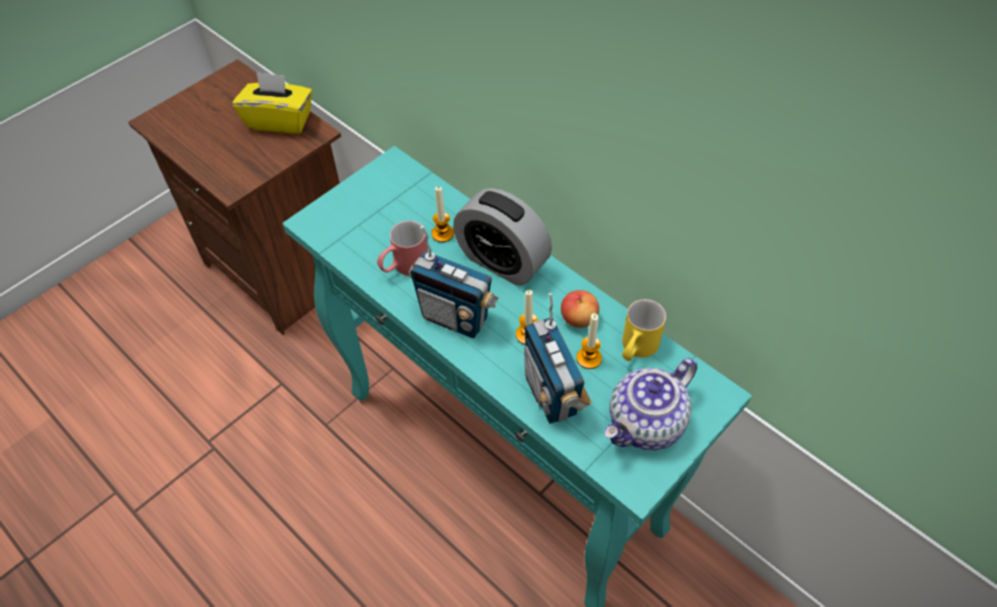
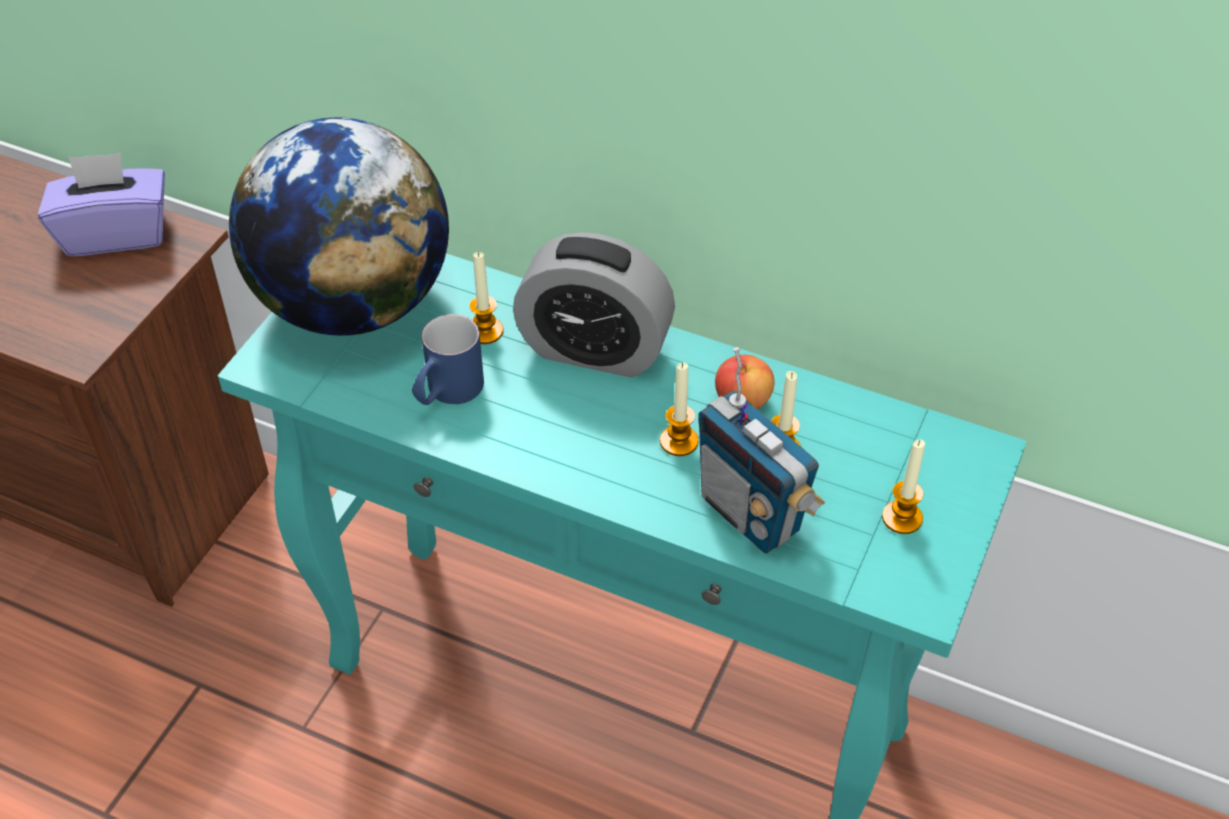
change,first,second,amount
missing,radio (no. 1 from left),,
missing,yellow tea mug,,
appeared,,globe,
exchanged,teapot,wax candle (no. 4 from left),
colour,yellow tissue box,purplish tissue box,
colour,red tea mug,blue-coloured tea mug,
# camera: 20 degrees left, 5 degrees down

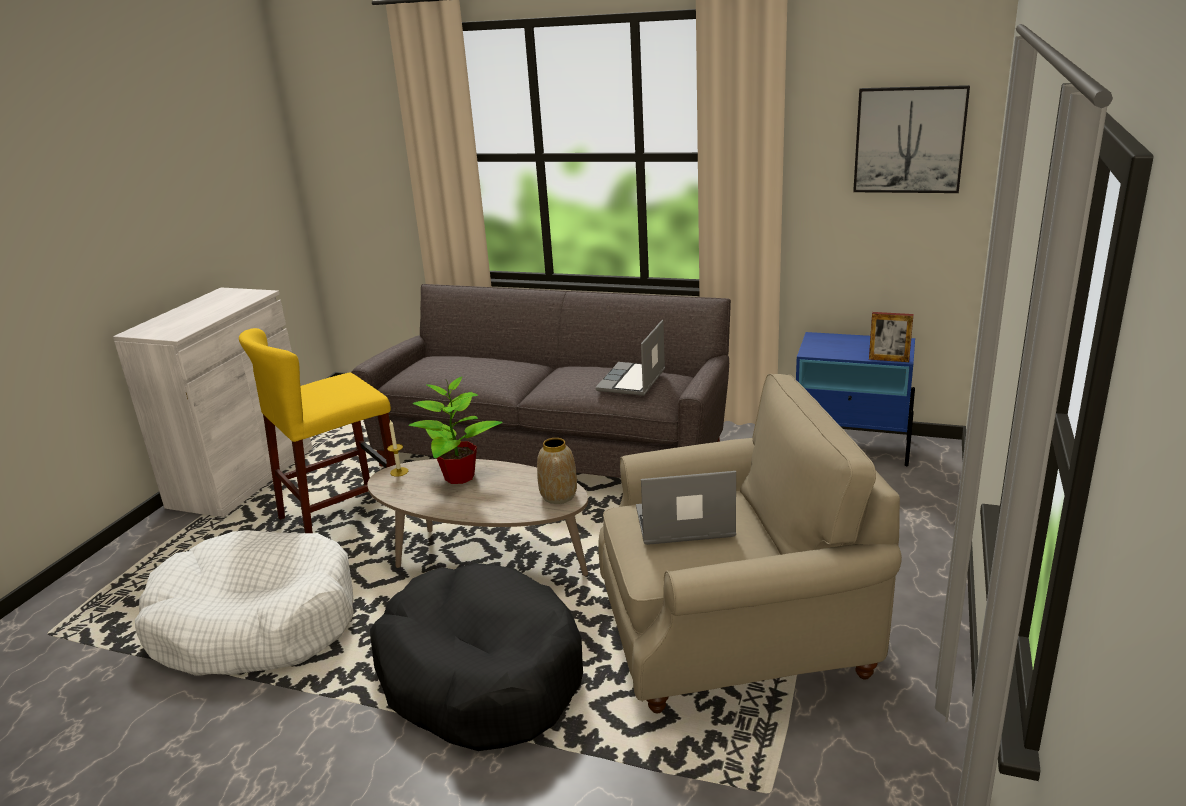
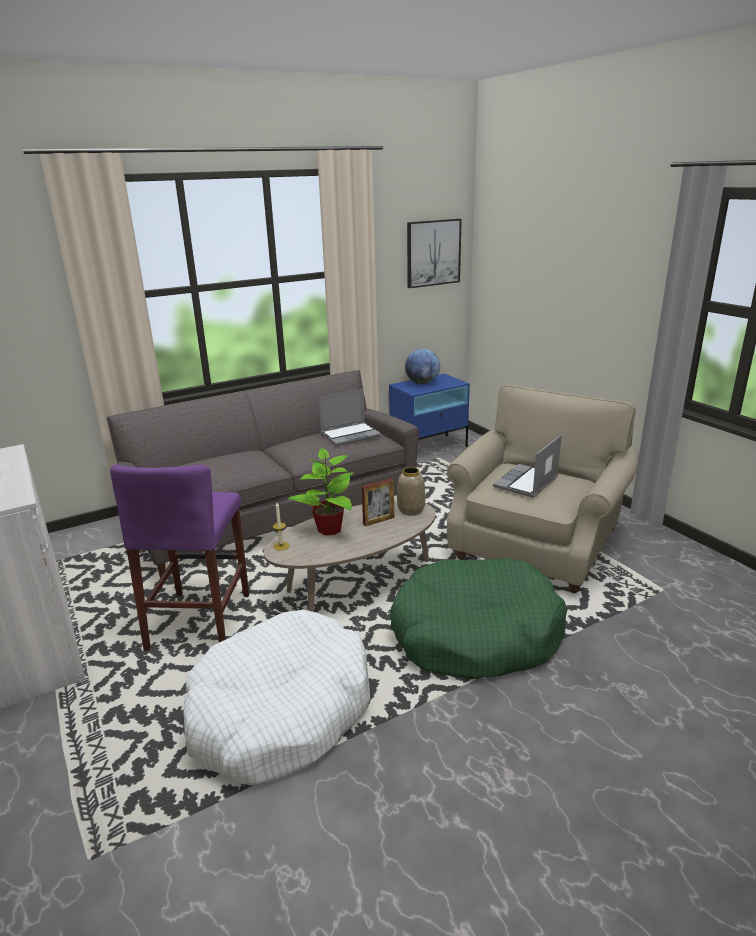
change,first,second,amount
appeared,,globe,
relocated,picture frame,,
colour,yellow sitting stool,purplish sitting stool,
colour,black pet bed,green pet bed,
spun,notebook computer (no. 1 from left),,90 degrees counterclockwise
# camera: 50 degrees left, 0 degrees up

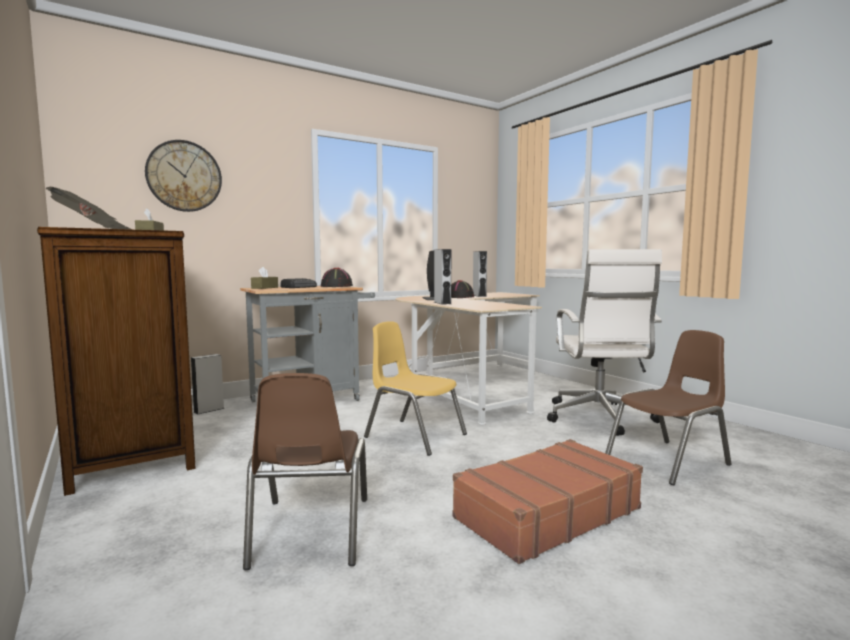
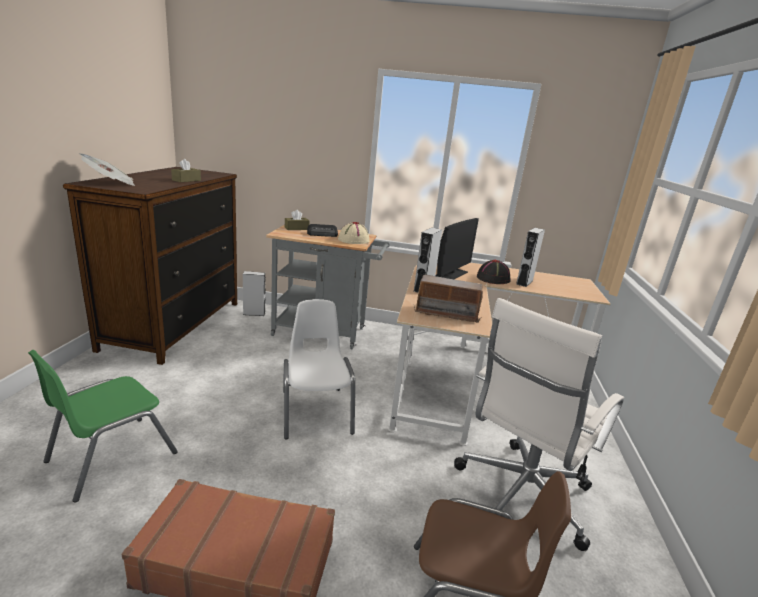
change,first,second,amount
missing,hanging clock,,
appeared,,radio (no. 2 from left),
colour,brown-coloured chair (no. 1 from left),green chair,
colour,black wearable hat (no. 1 from left),beige wearable hat,
colour,yellow chair,white chair,
# camera: 40 degrees right, 15 degrees up

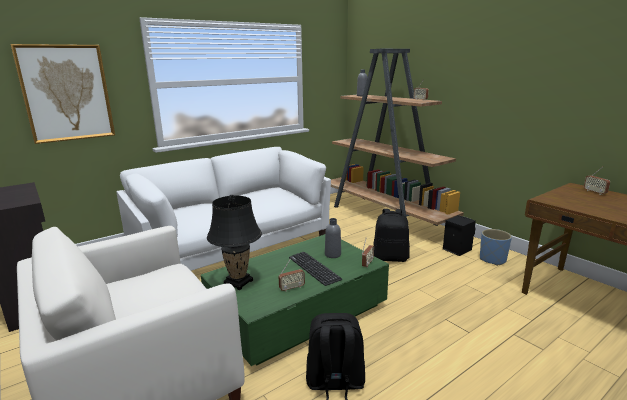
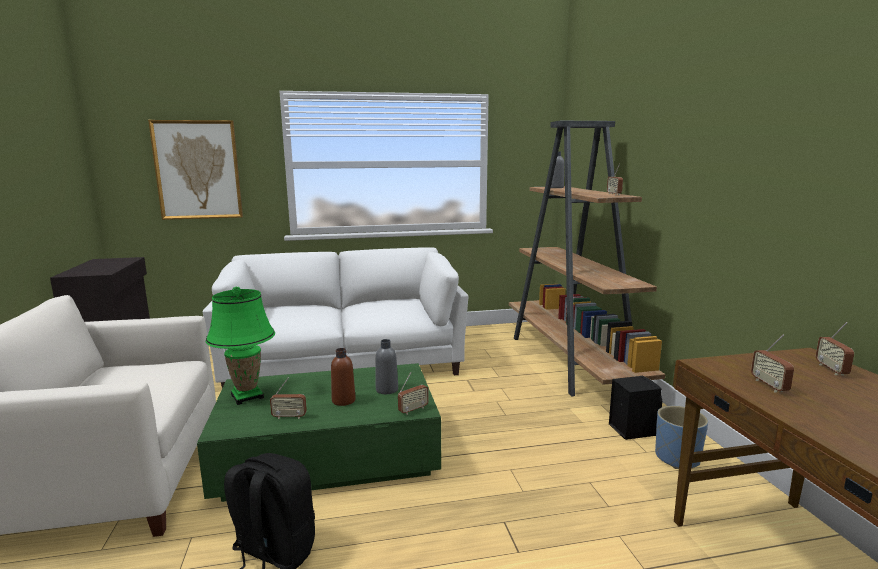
change,first,second,amount
missing,black knapsack (no. 2 from left),,
appeared,,radio (no. 4 from left),
exchanged,PC keyboard,brown-coloured bottle,
colour,black tabletop lamp,green tabletop lamp,
# camera: 25 degrees right, 5 degrees down

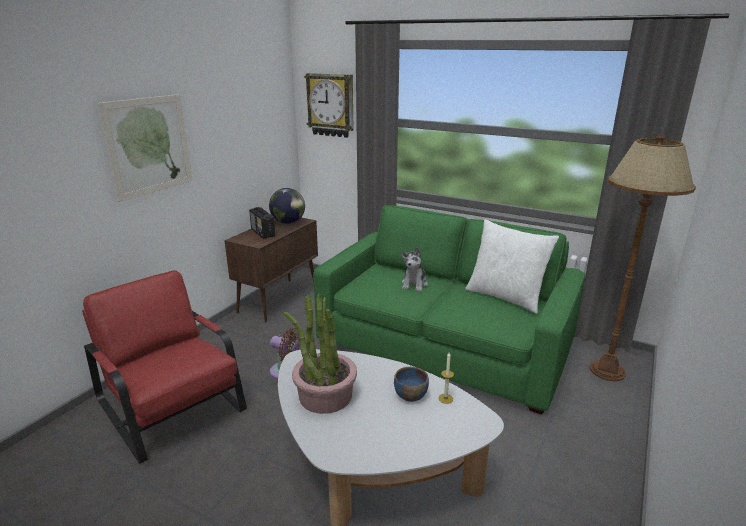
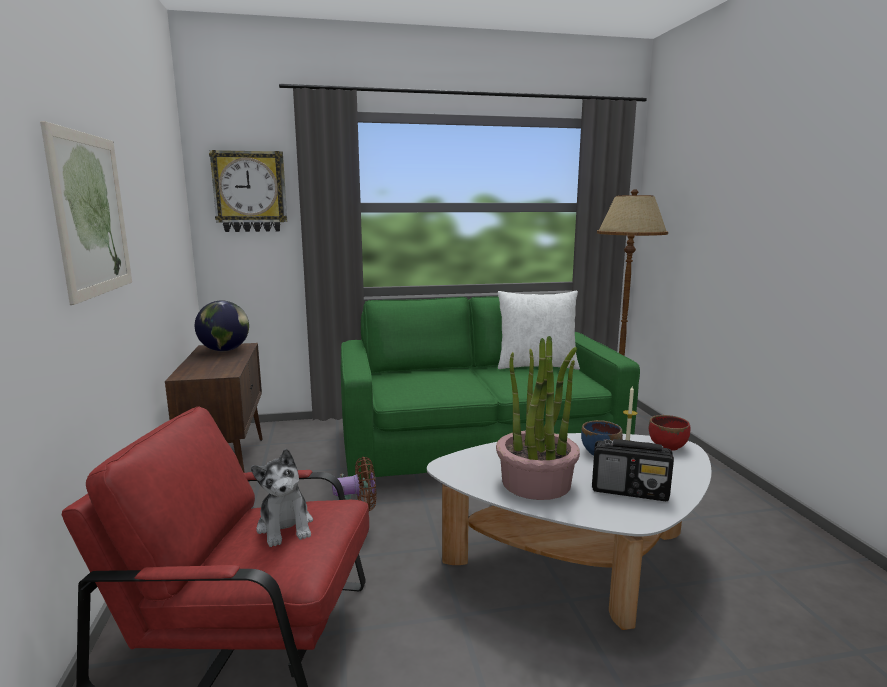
change,first,second,amount
appeared,,red serving bowl,
relocated,radio,,
relocated,plush toy,,
# camera: 40 degrees left, 10 degrees down

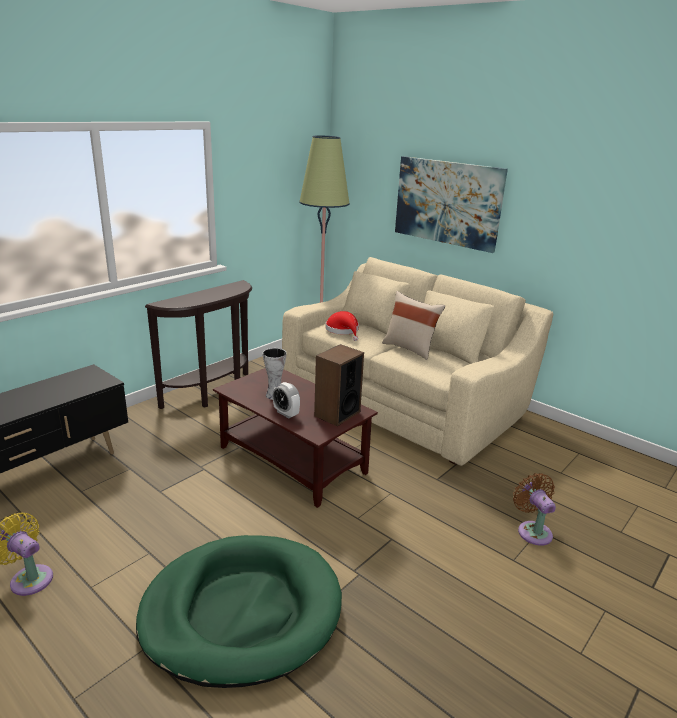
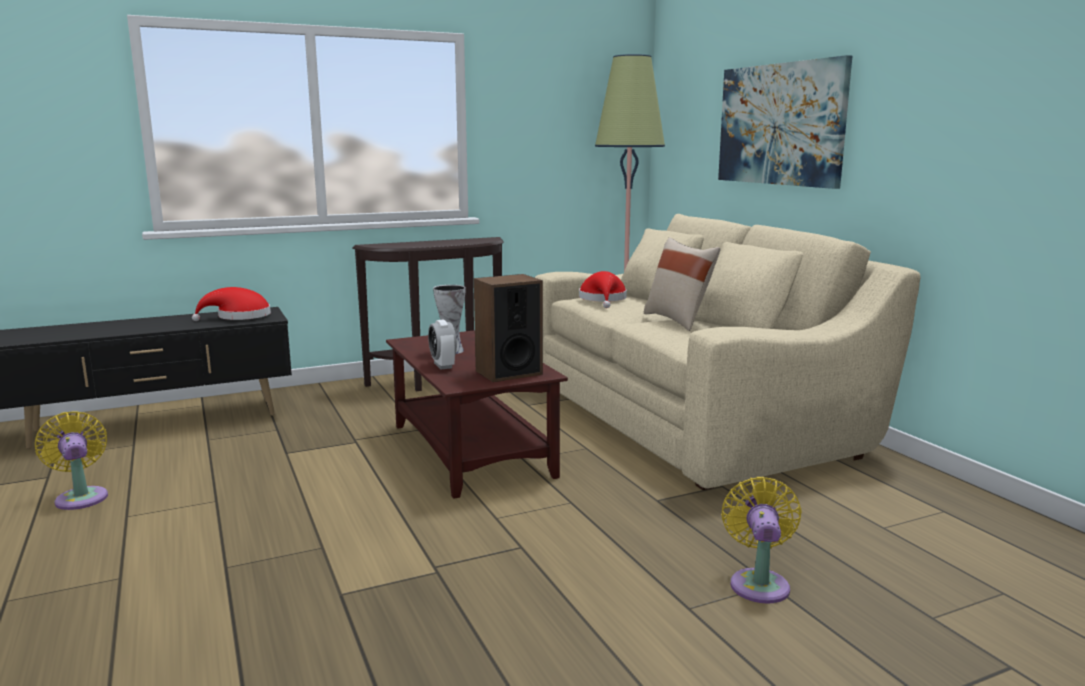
change,first,second,amount
missing,green pet bed,,
appeared,,red wearable hat (no. 1 from left),
colour,brown-coloured electric fan,yellow electric fan (no. 2 from left),
# camera: 25 degrees right, 10 degrees down

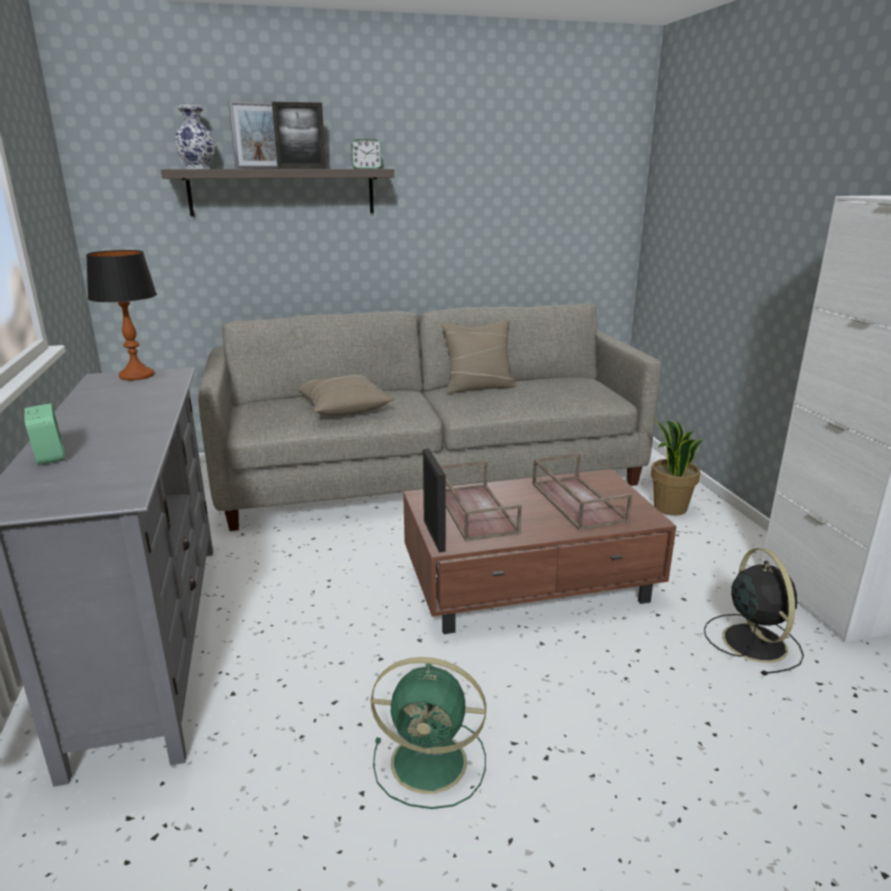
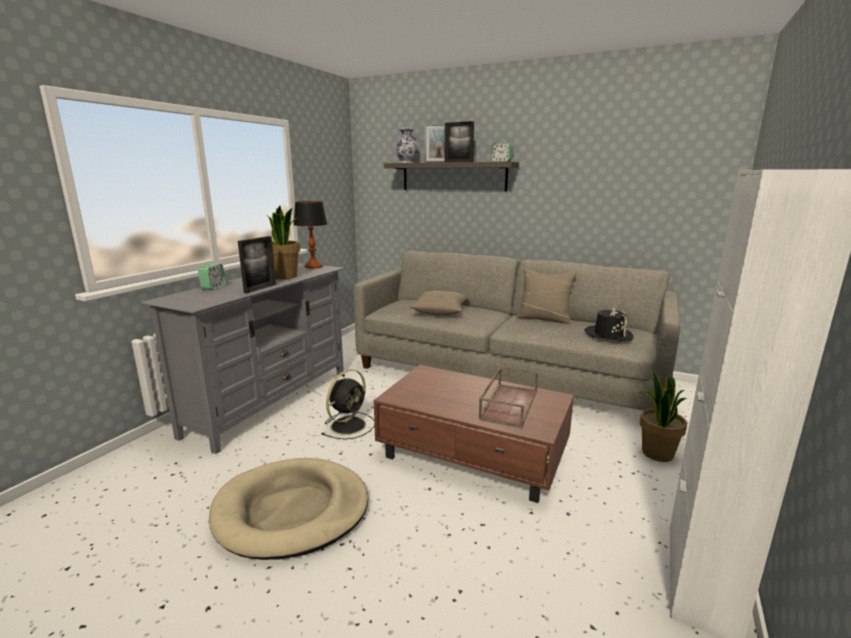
change,first,second,amount
missing,brown-coloured carrying tray (no. 1 from left),,
appeared,,plant in a pot (no. 1 from left),
appeared,,black wearable hat,
relocated,picture frame (no. 3 from left in the first image),picture frame (no. 1 from left),
relocated,black electric fan,,
exchanged,green electric fan,beige pet bed,
# camera: 40 degrees right, 5 degrees down

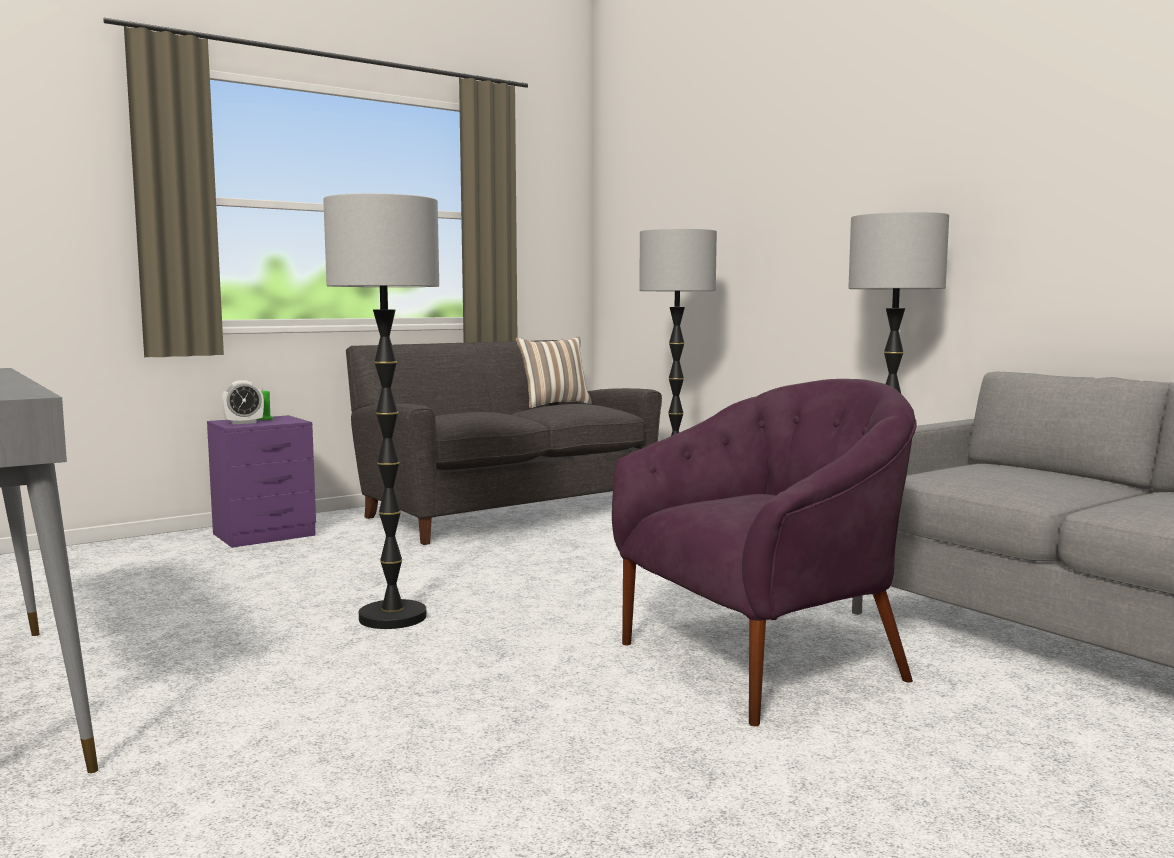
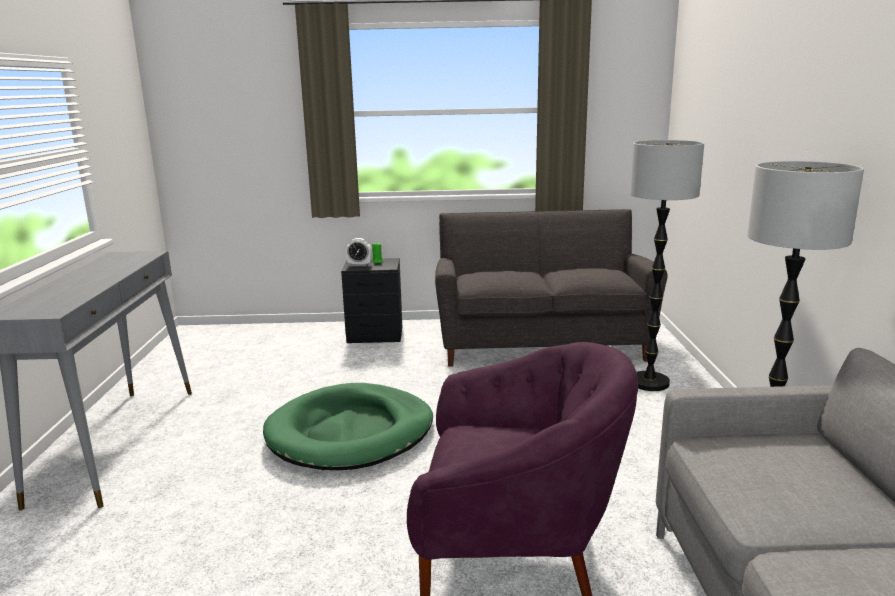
change,first,second,amount
missing,pillow,,
exchanged,standing lamp (no. 1 from left),green pet bed,
colour,purplish night table,black night table,
# camera: 35 degrees right, 10 degrees up

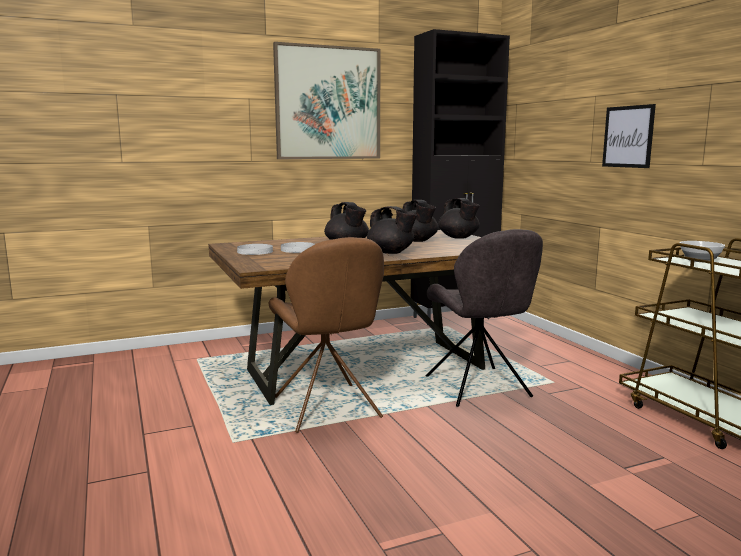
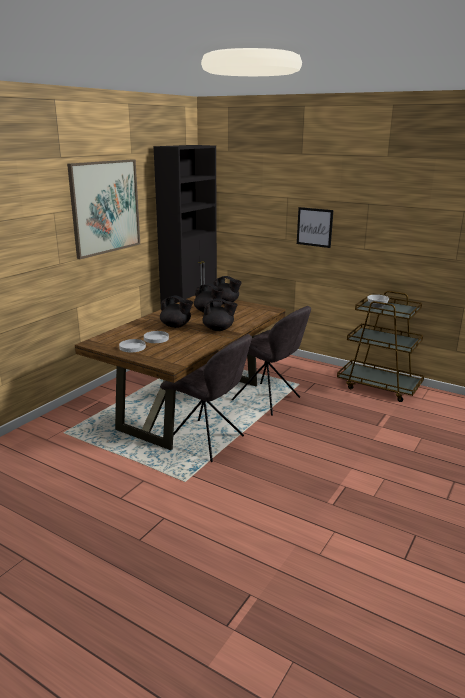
change,first,second,amount
colour,brown-coloured chair,grey chair (no. 1 from left),
# camera: 35 degrees left, 10 degrees up

